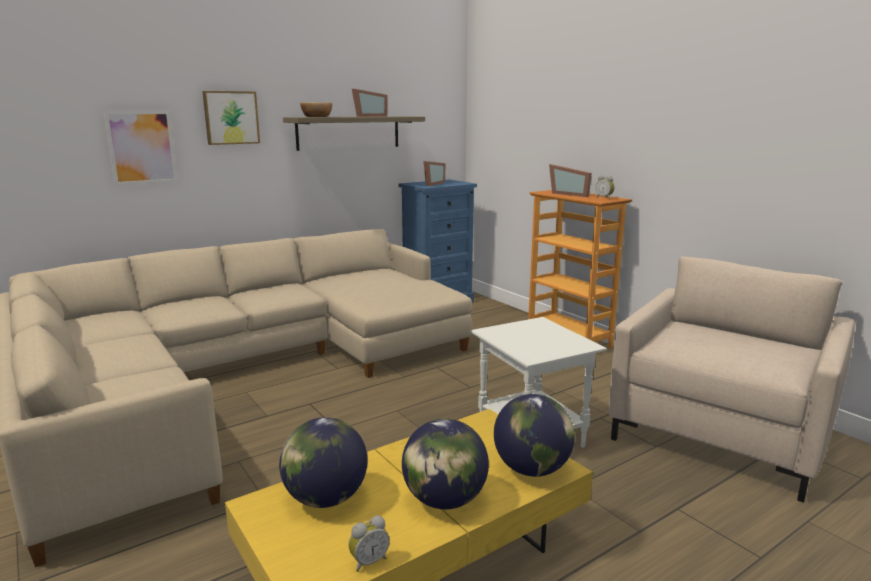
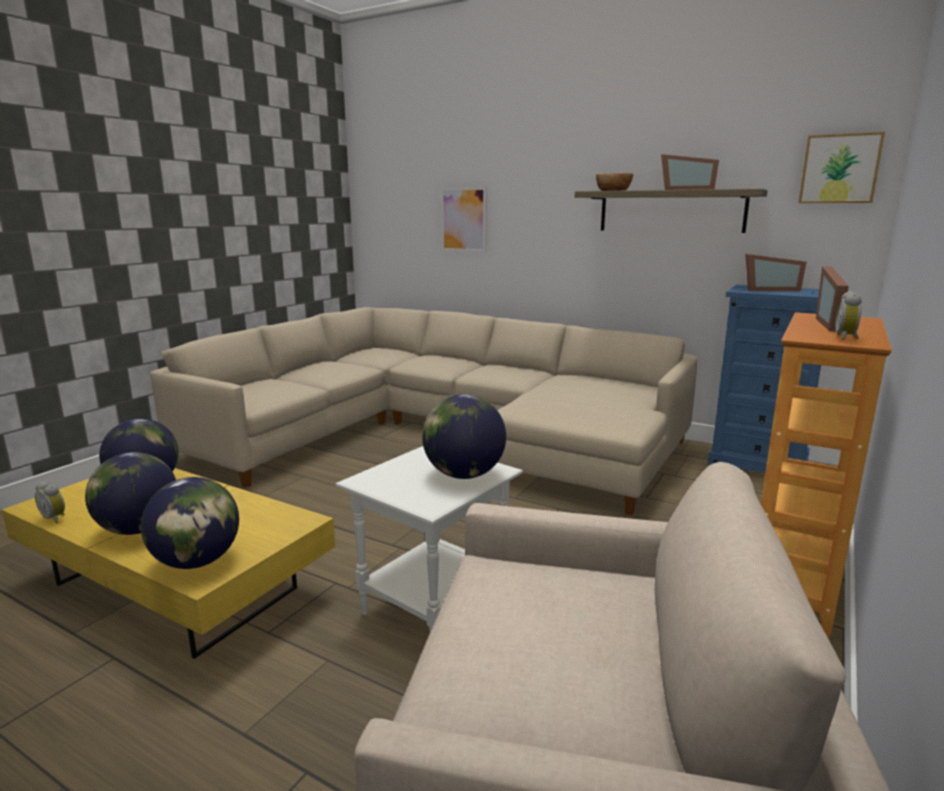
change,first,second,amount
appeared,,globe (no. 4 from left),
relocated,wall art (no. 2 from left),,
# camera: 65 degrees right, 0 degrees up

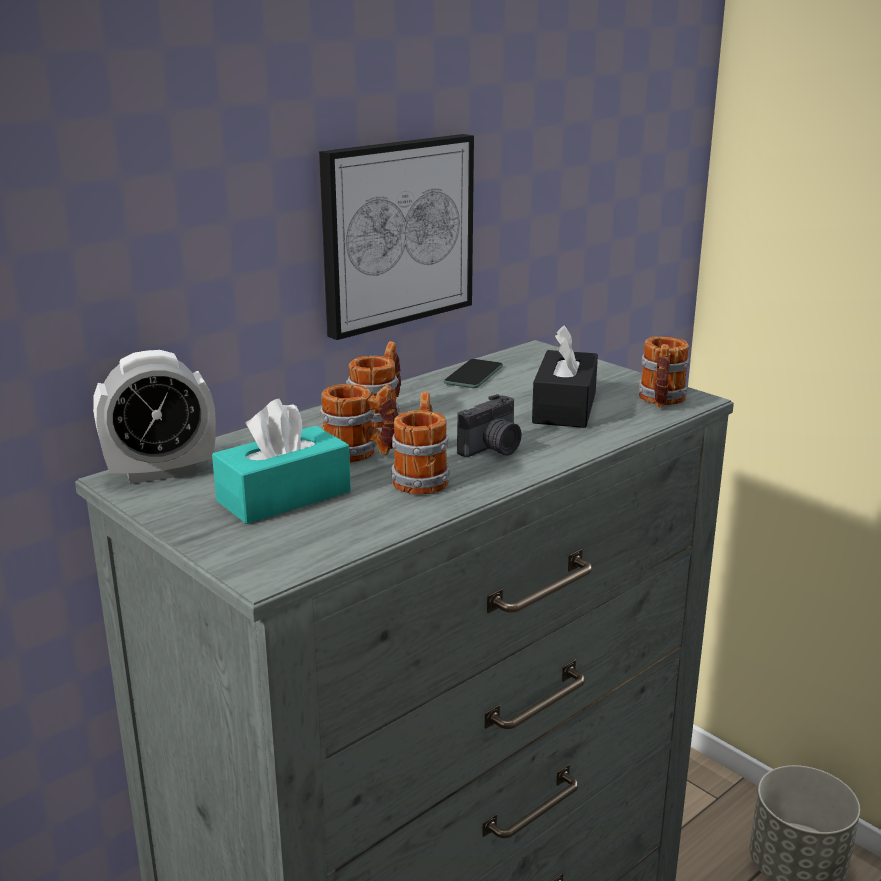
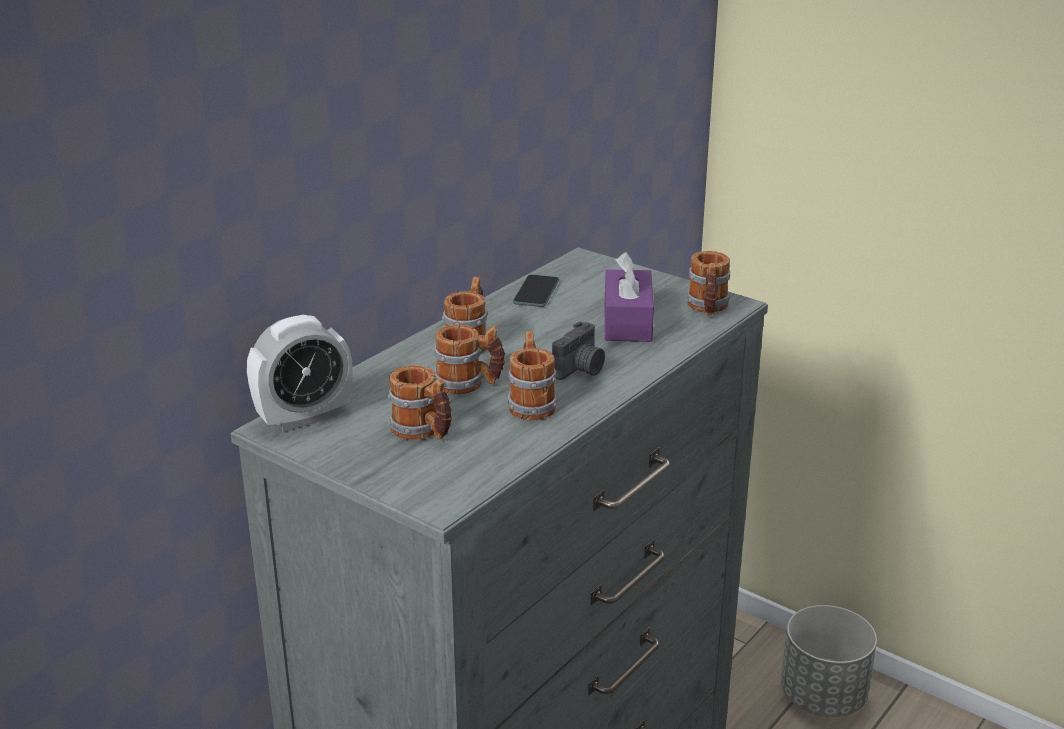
change,first,second,amount
missing,wall art,,
exchanged,blue-green tissue box,tea mug (no. 1 from left),
colour,black tissue box,purplish tissue box,
# camera: 10 degrees left, 5 degrees up

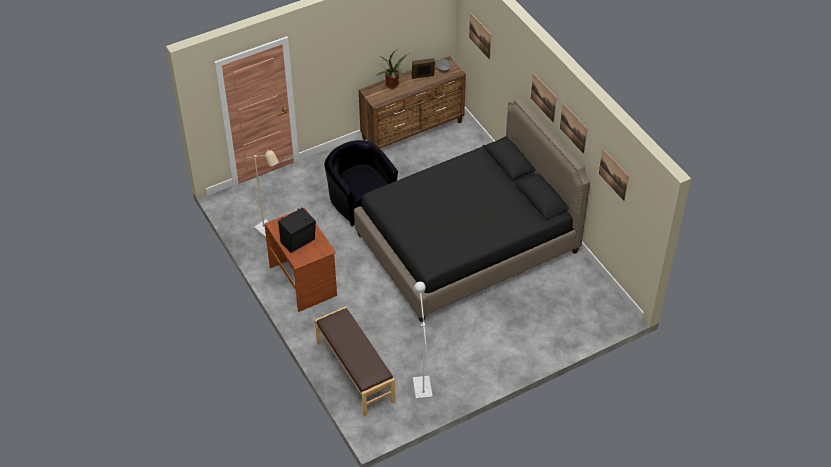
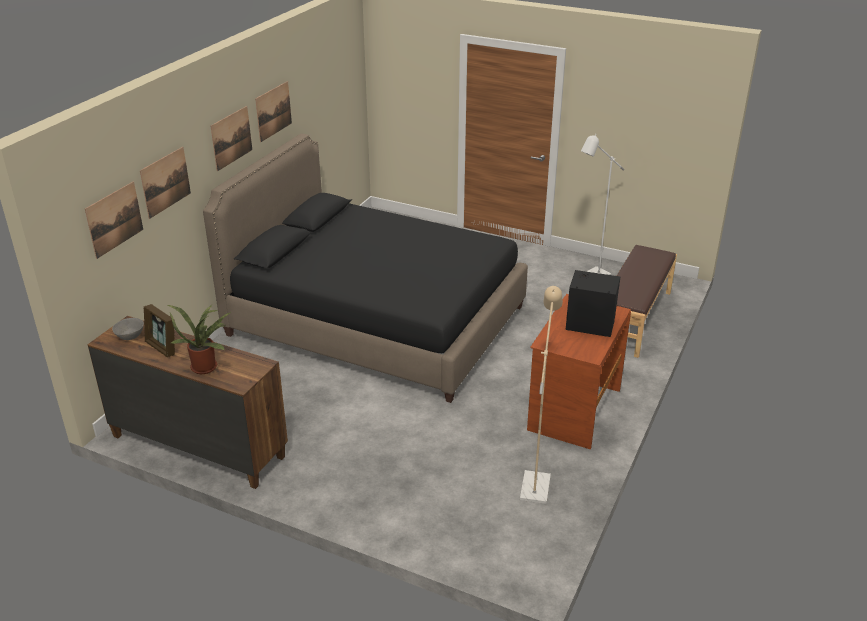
change,first,second,amount
missing,black lounge chair,,
relocated,wall art (no. 4 from left in the first image),wall art (no. 2 from left),
# camera: 125 degrees left, 15 degrees down

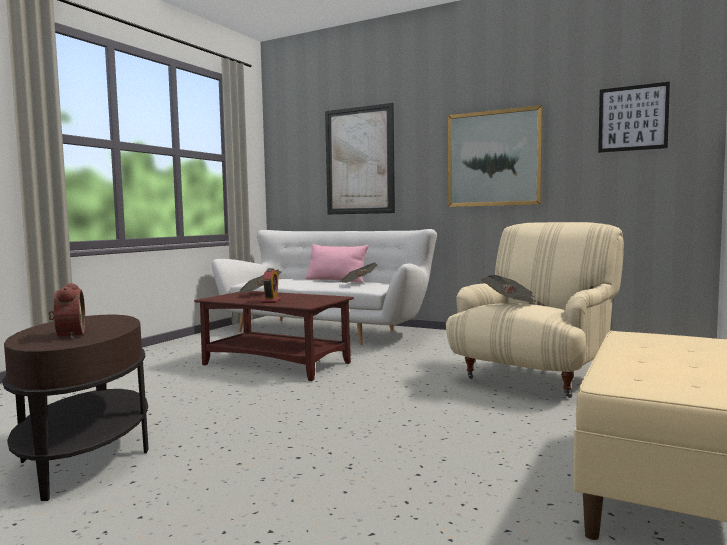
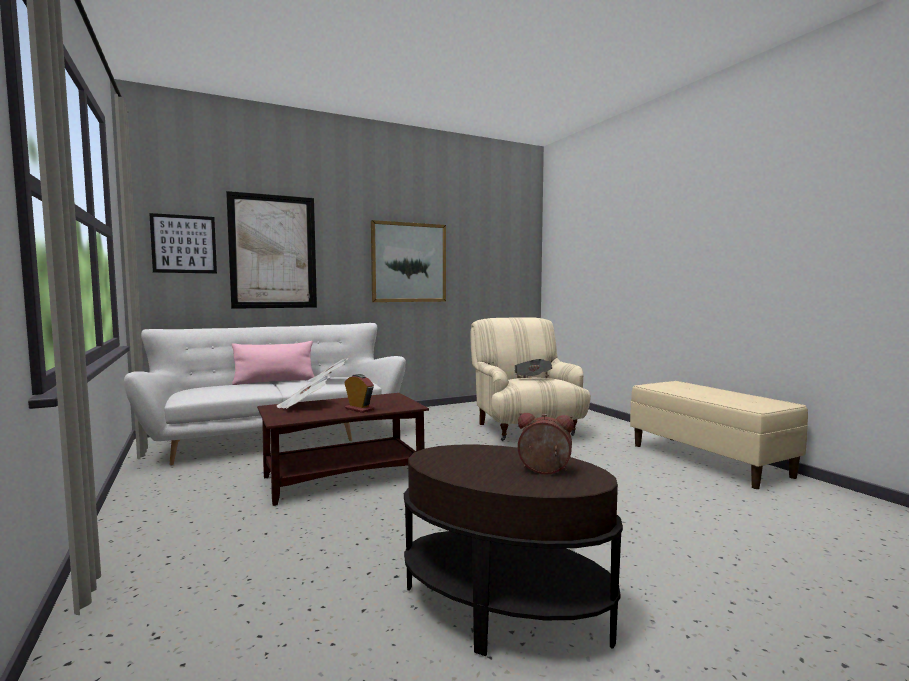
change,first,second,amount
relocated,wall art (no. 3 from left in the first image),wall art (no. 1 from left),
# camera: 55 degrees left, 0 degrees up

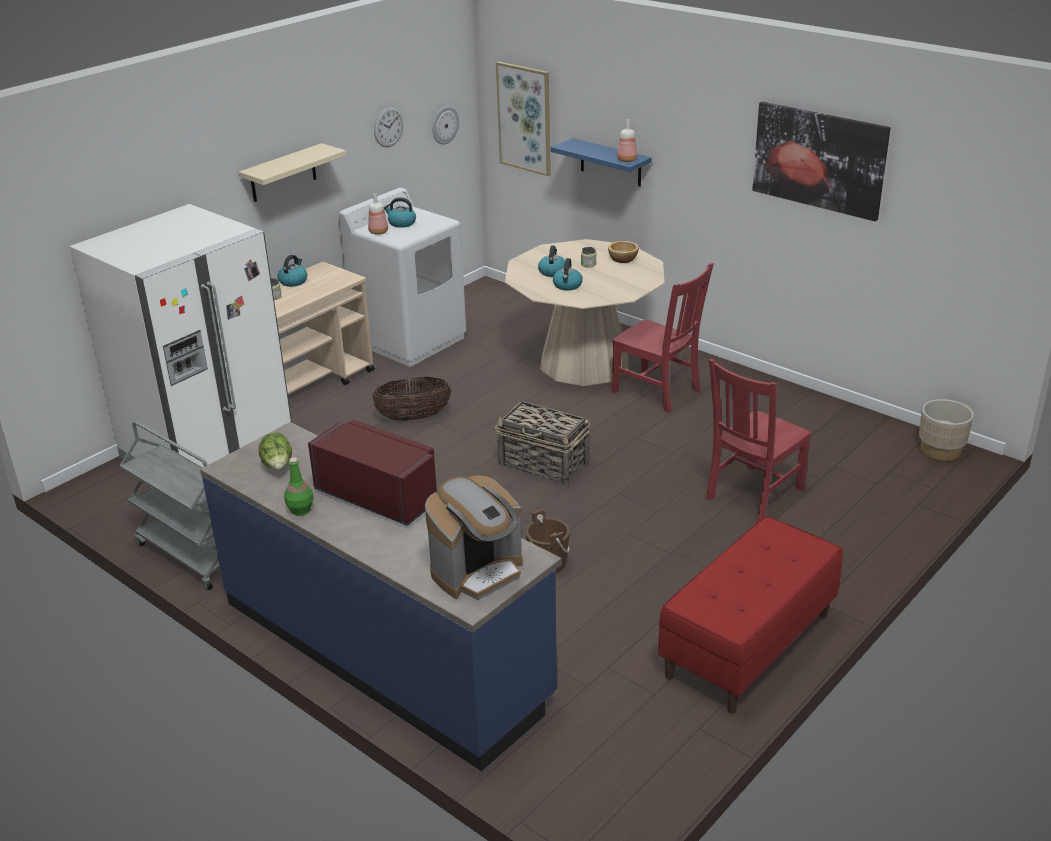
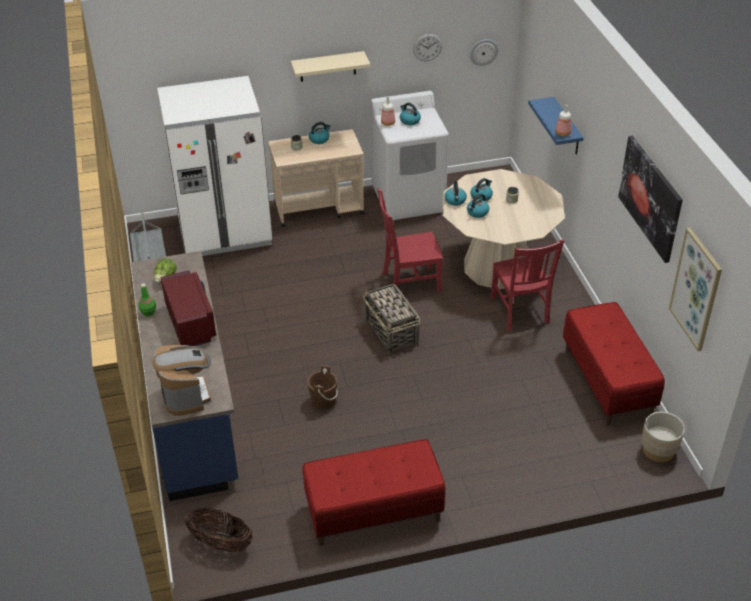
change,first,second,amount
missing,serving bowl,,
appeared,,water kettle (no. 3 from left),
appeared,,red indoor bench (no. 2 from left),
relocated,basket (no. 1 from left),,
relocated,wall art (no. 1 from left in the first image),wall art (no. 2 from left),
relocated,red chair (no. 2 from left in the first image),red chair (no. 1 from left),
spun,coffee maker,,105 degrees counterclockwise
# camera: 35 degrees right, 10 degrees up

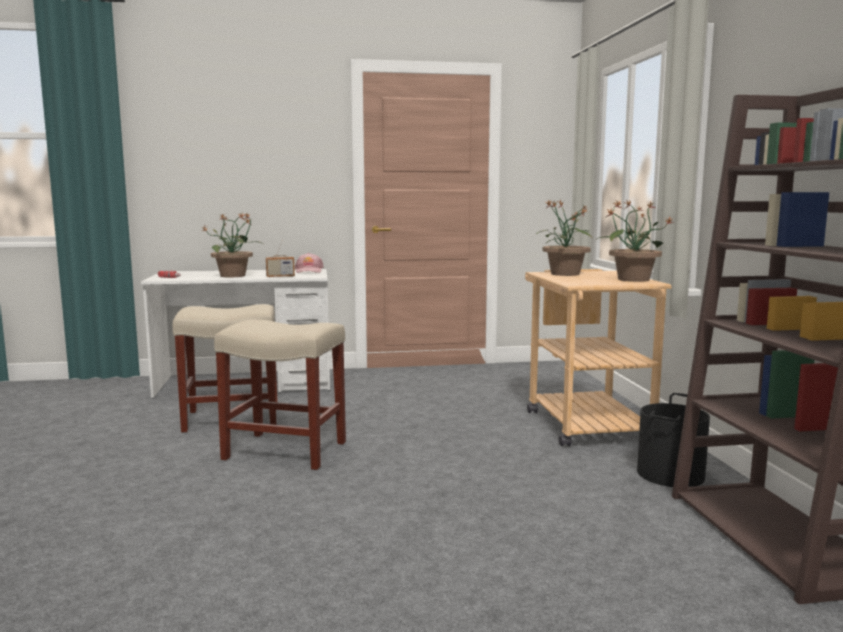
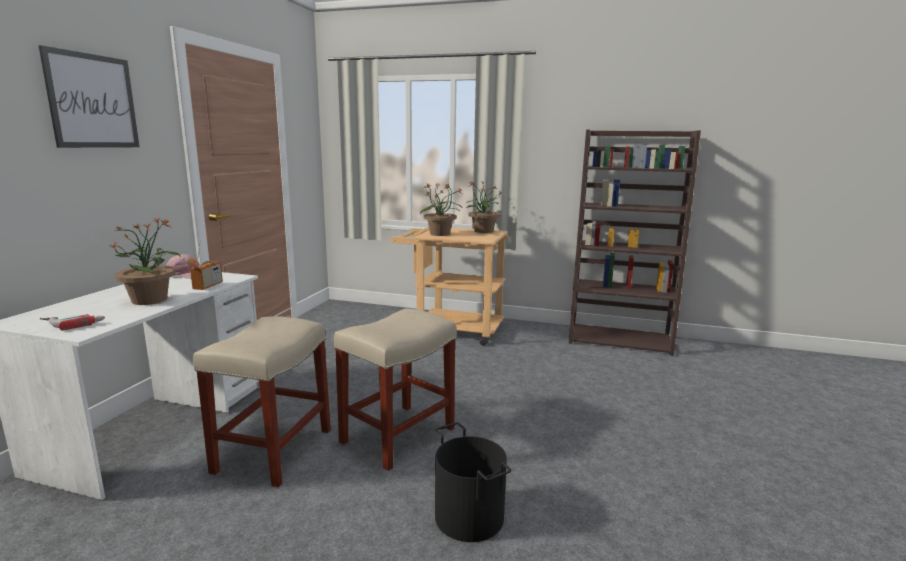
change,first,second,amount
appeared,,wall art,
relocated,black bucket,,
# camera: 65 degrees left, 5 degrees up

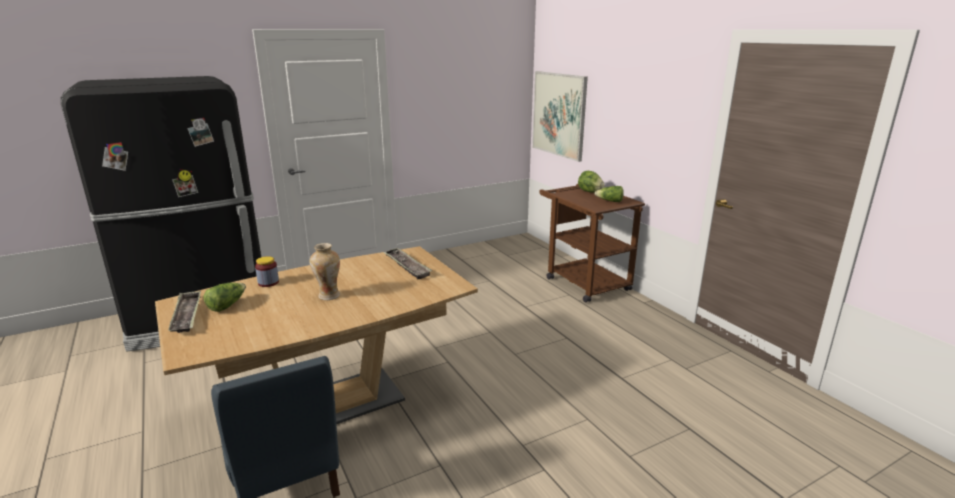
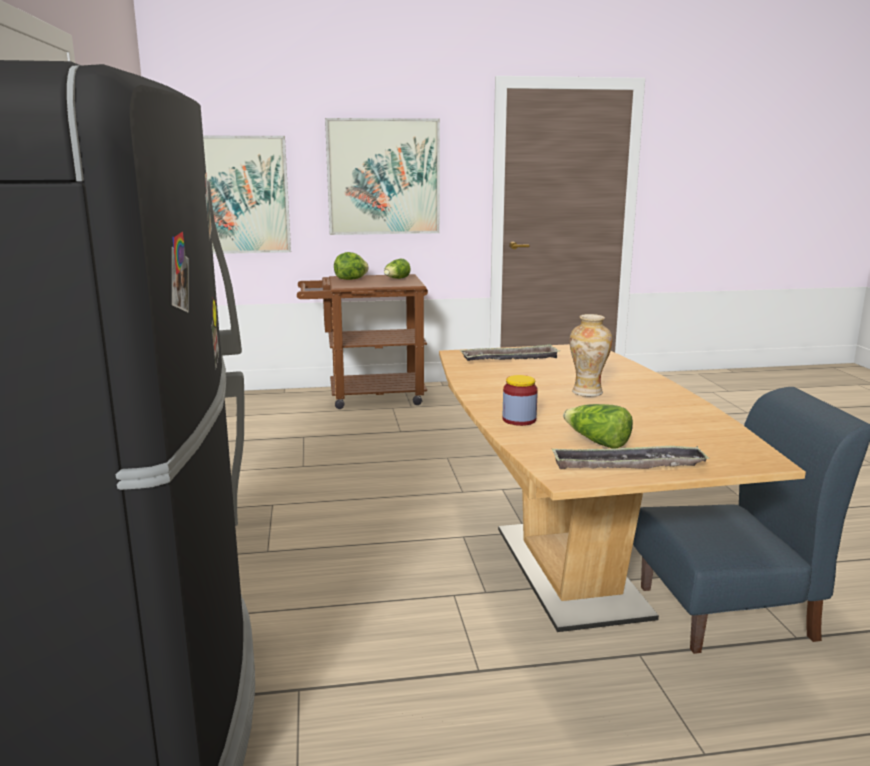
change,first,second,amount
appeared,,wall art (no. 2 from left),
# camera: 70 degrees left, 5 degrees down

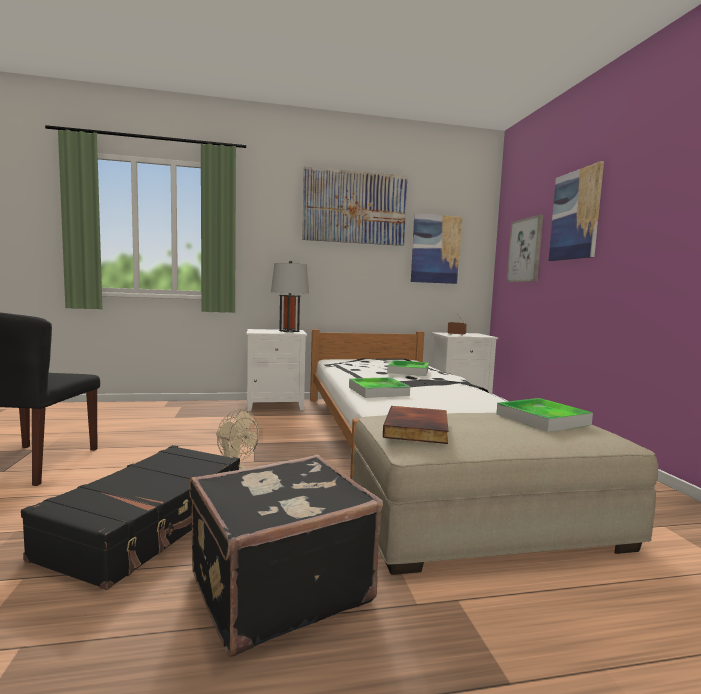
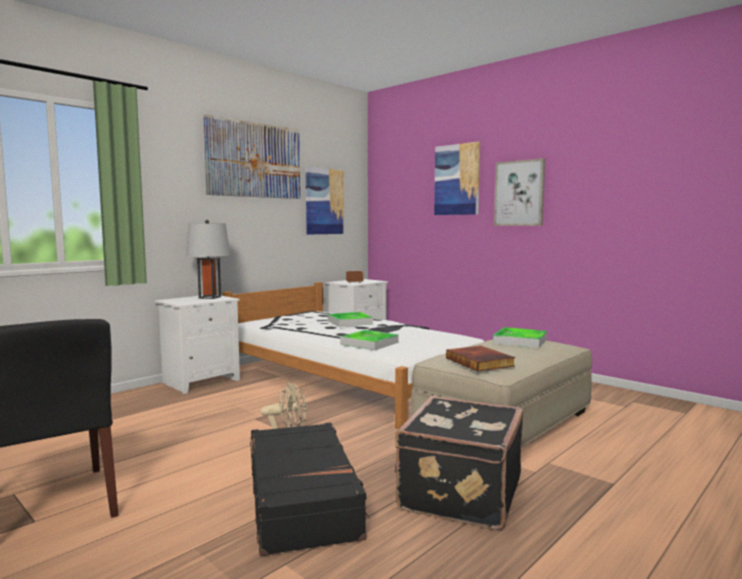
change,first,second,amount
relocated,wall art (no. 3 from left in the first image),wall art (no. 4 from left),
# camera: 35 degrees left, 0 degrees up

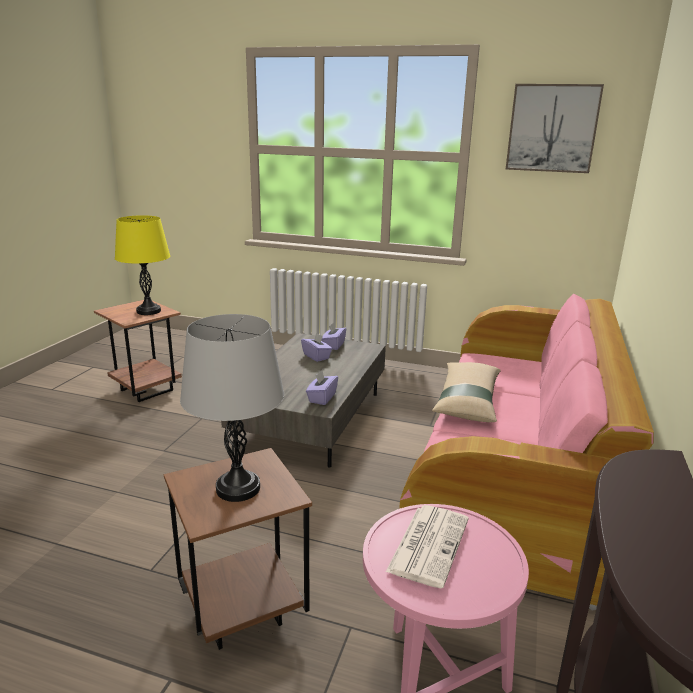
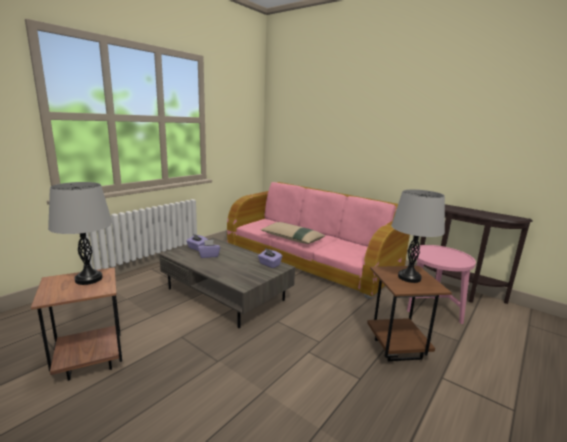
change,first,second,amount
missing,daily paper,,
missing,wall art,,
colour,yellow tabletop lamp,grey tabletop lamp (no. 1 from left),
# camera: 70 degrees left, 5 degrees down

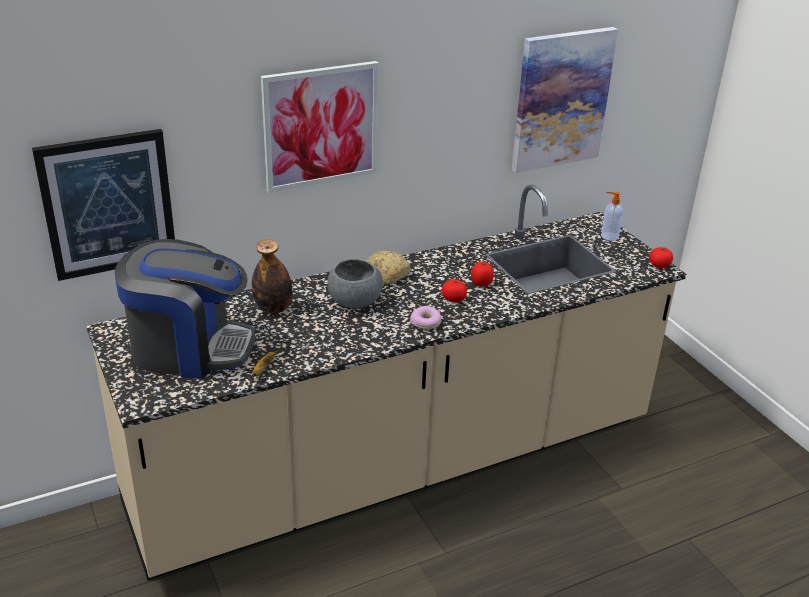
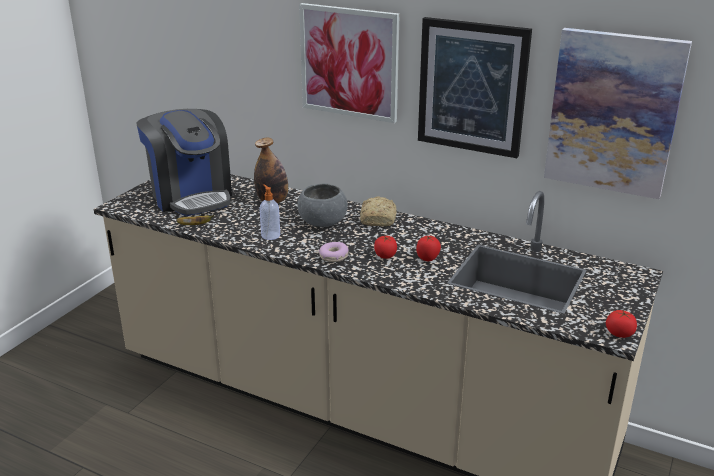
change,first,second,amount
relocated,wall art (no. 1 from left in the first image),wall art (no. 2 from left),
relocated,soap dispenser,,
# camera: 55 degrees right, 5 degrees down

